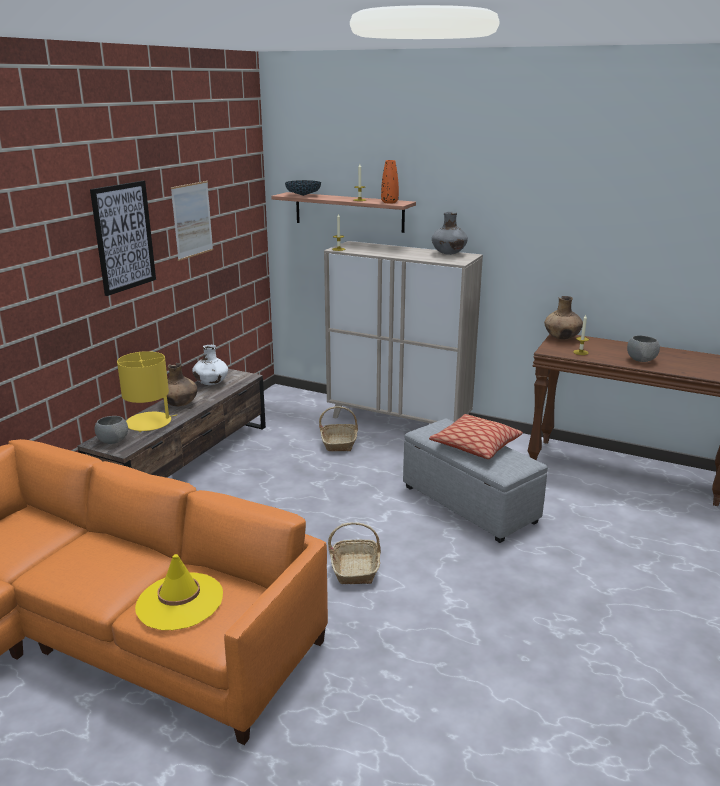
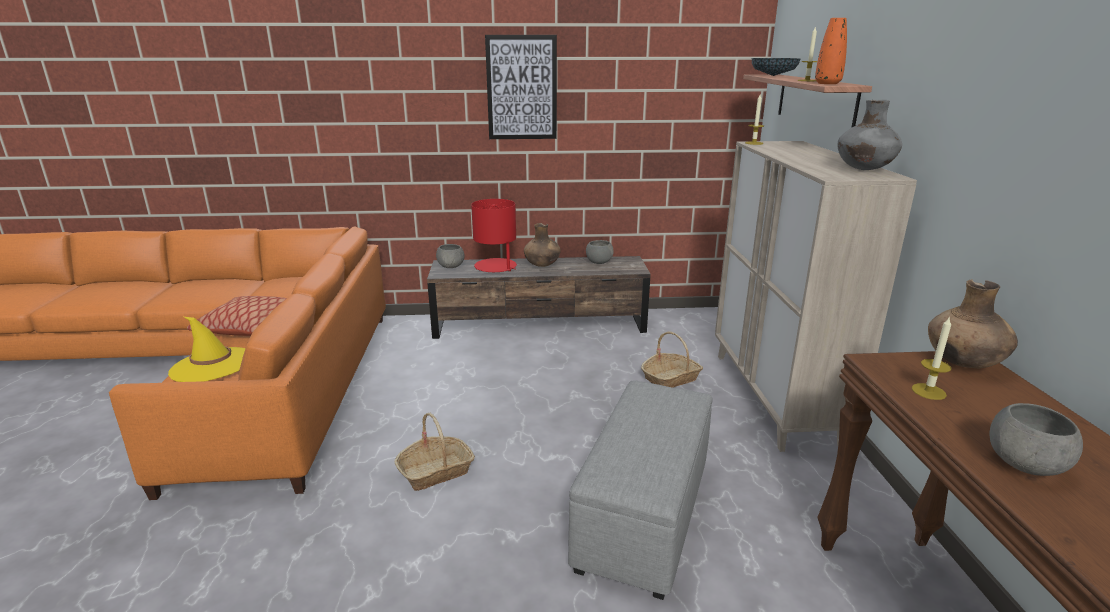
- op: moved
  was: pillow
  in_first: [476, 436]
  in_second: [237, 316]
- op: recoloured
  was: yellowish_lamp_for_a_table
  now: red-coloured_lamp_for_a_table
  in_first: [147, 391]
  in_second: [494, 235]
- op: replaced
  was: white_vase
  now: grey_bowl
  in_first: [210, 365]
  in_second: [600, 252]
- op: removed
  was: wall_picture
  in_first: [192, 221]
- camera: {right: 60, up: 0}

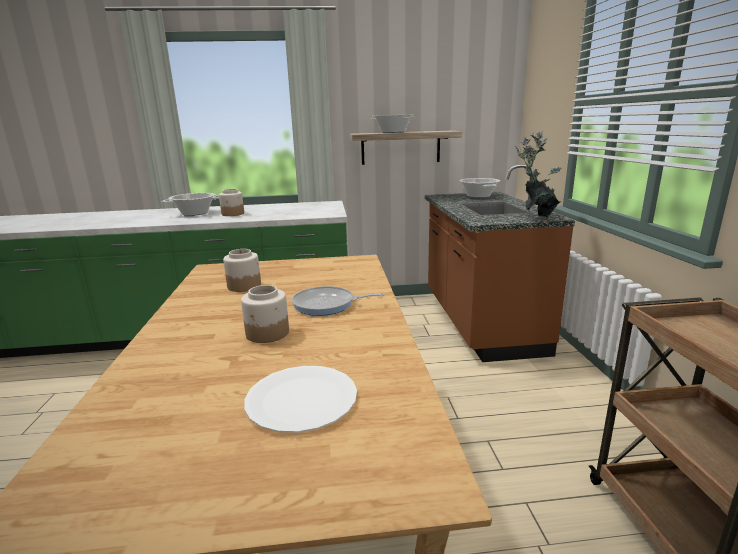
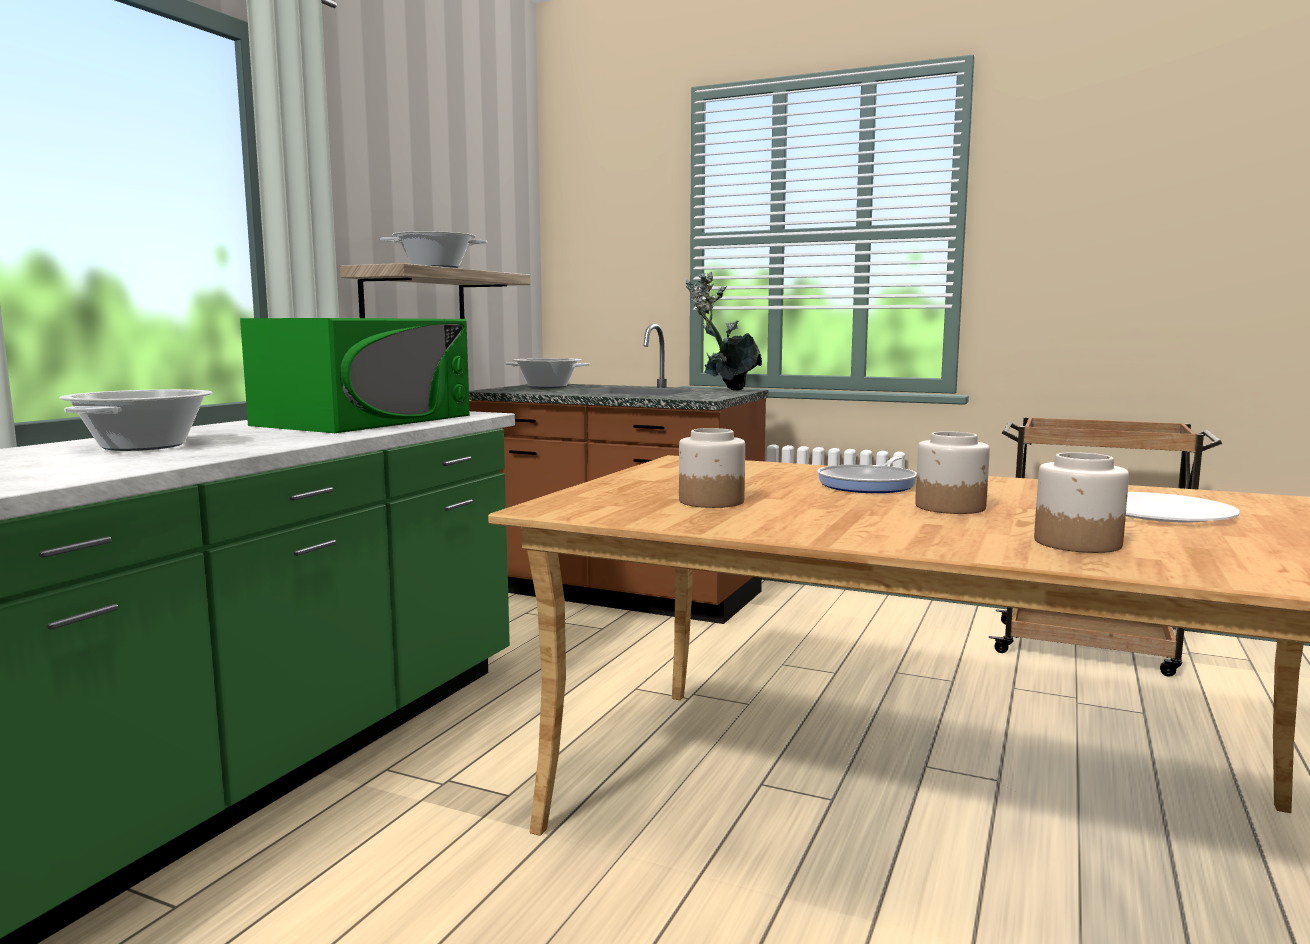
- op: added
  now: green_microwave
  in_second: [355, 375]
- op: moved
  was: jar
  in_first: [231, 202]
  in_second: [1081, 502]
- camera: {right: -60, up: -10}

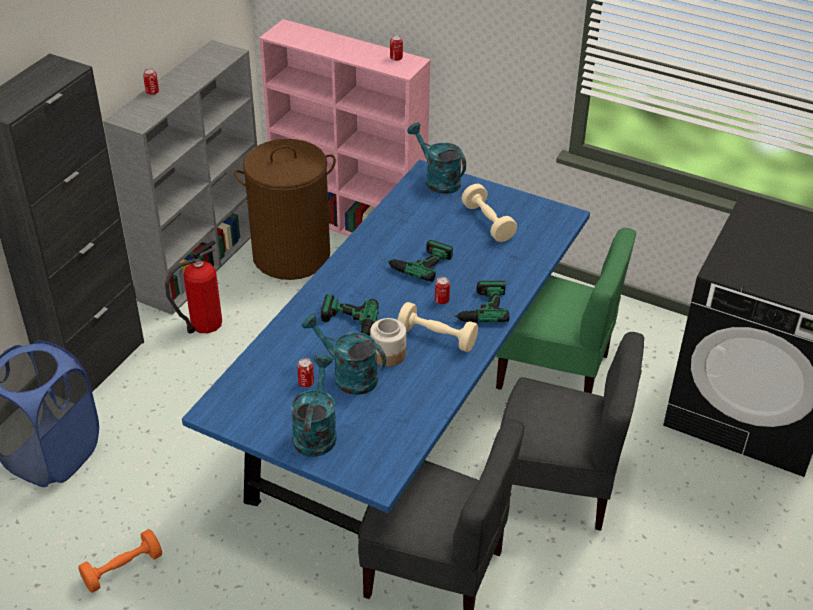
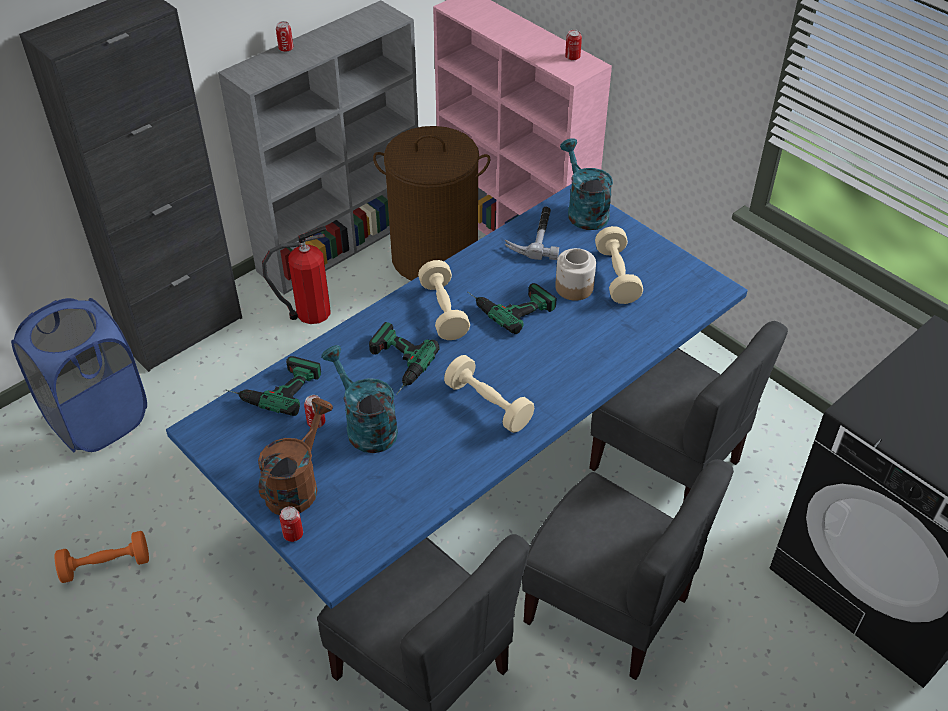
- op: moved
  was: power_drill
  in_first: [477, 302]
  in_second: [273, 386]
- op: recoloured
  was: turquoise_watering_can
  now: brownish_watering_can
  in_first: [314, 405]
  in_second: [295, 456]
- op: moved
  was: metal_can
  in_first: [442, 290]
  in_second: [291, 524]
- op: added
  now: beige_free_weight
  in_second: [444, 300]
- op: added
  now: tool_hammer
  in_second: [531, 233]
- op: moved
  was: jar
  in_first: [388, 342]
  in_second: [575, 274]
- op: recoloured
  was: green_upright_chair
  now: grey_upright_chair
  in_first: [566, 311]
  in_second: [688, 411]
- camera: {right: 20, up: 5}

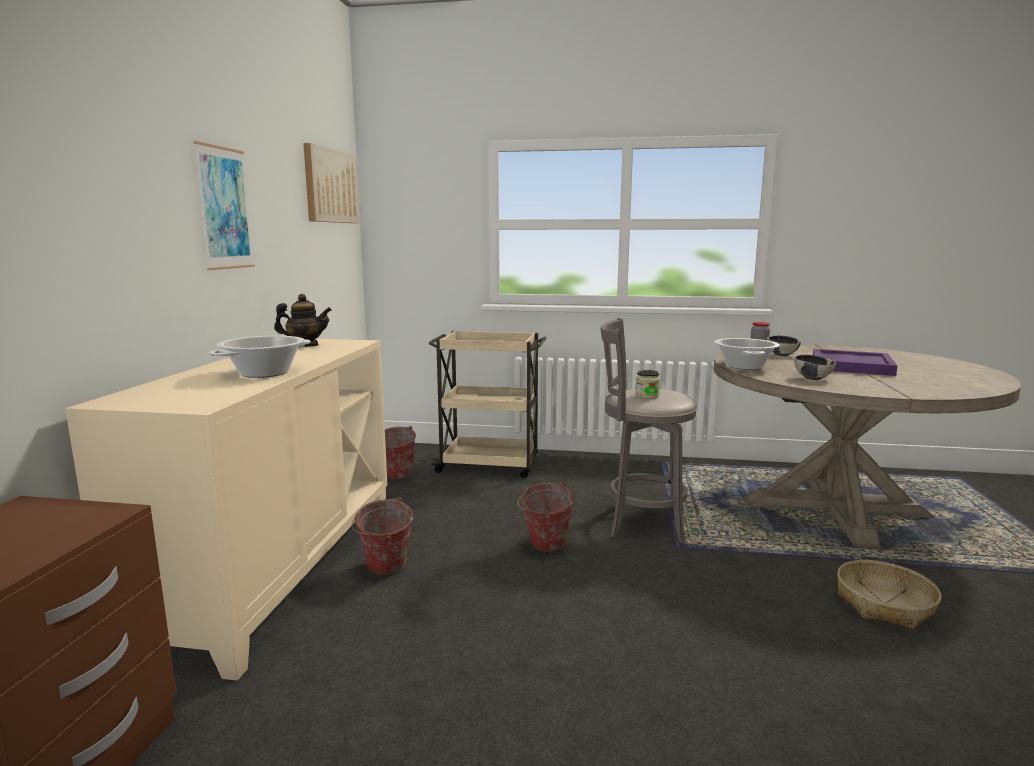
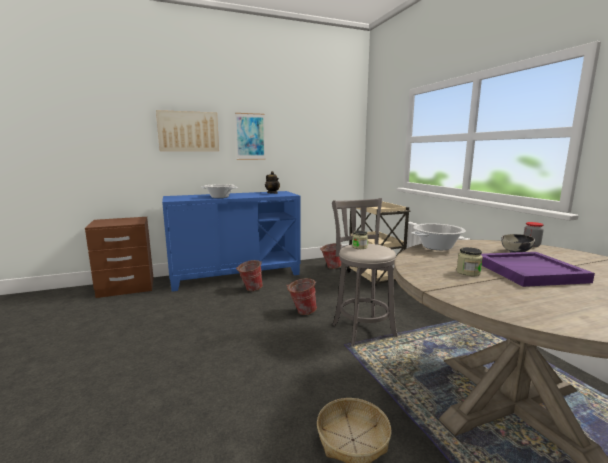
- op: moved
  was: wall_picture
  in_first: [331, 183]
  in_second: [187, 130]
- op: recoloured
  was: beige_cupboard
  now: blue-coloured_cupboard
  in_first: [226, 510]
  in_second: [231, 241]
- op: added
  now: jar
  in_second: [469, 261]
- op: removed
  was: bowl
  in_first: [815, 367]
- camera: {right: 60, up: 0}

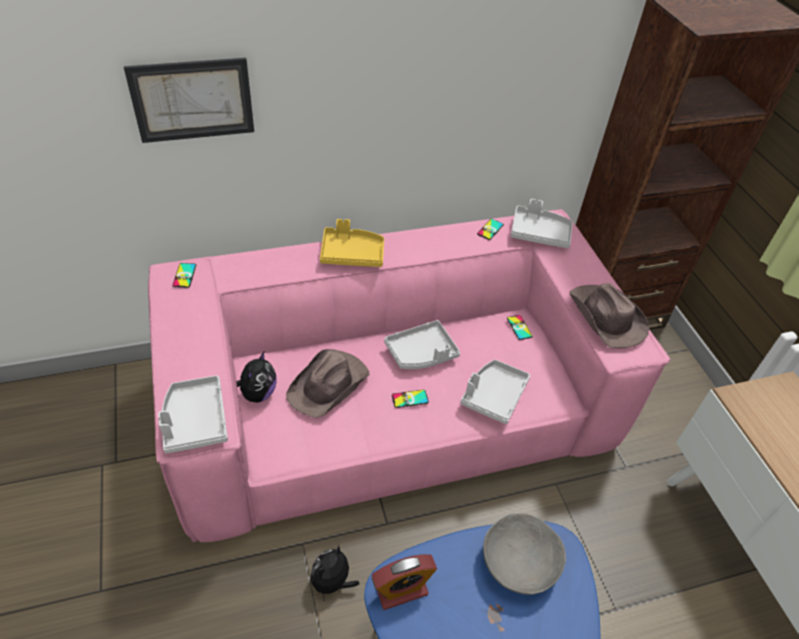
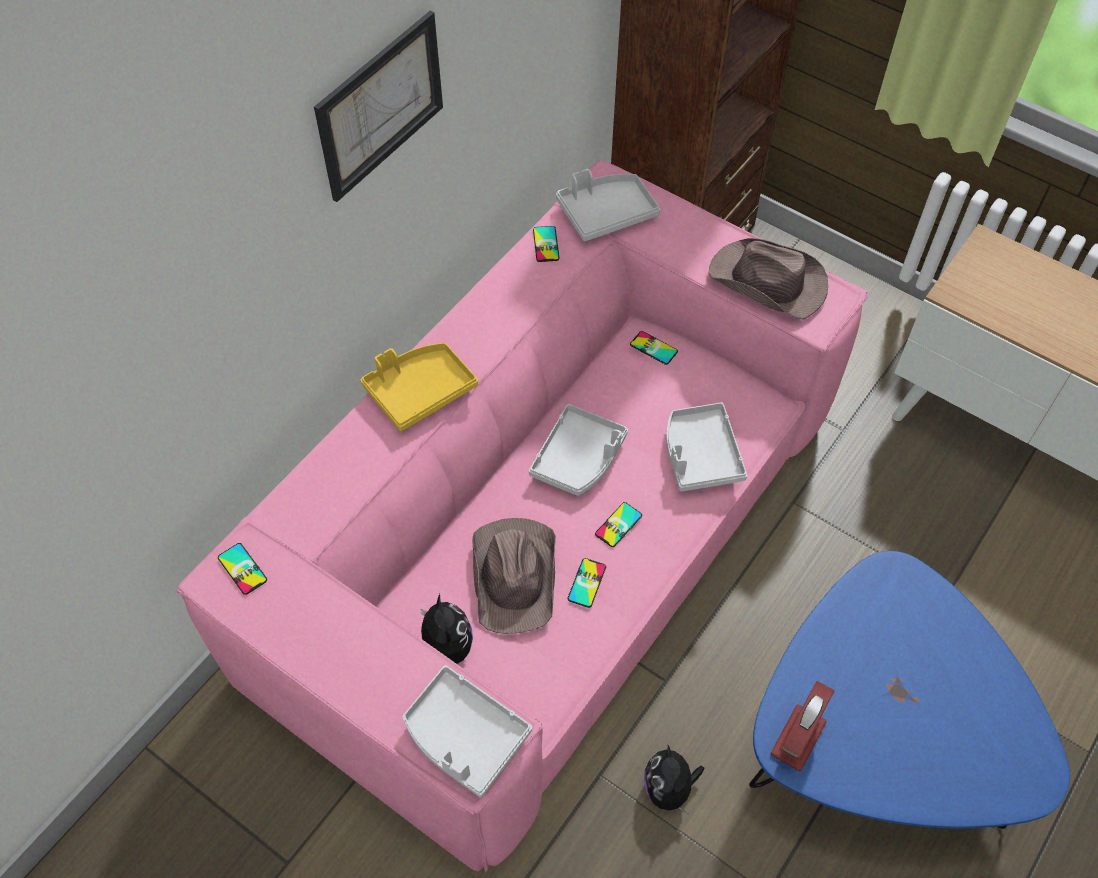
- op: moved
  was: wall_picture
  in_first: [189, 100]
  in_second: [378, 106]
- op: added
  now: phone
  in_second: [586, 583]
- op: removed
  was: grey_bowl
  in_first: [524, 554]
- camera: {right: -35, up: 10}

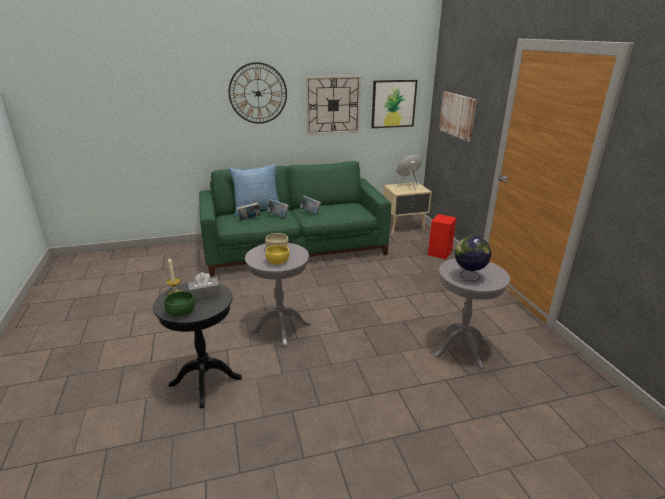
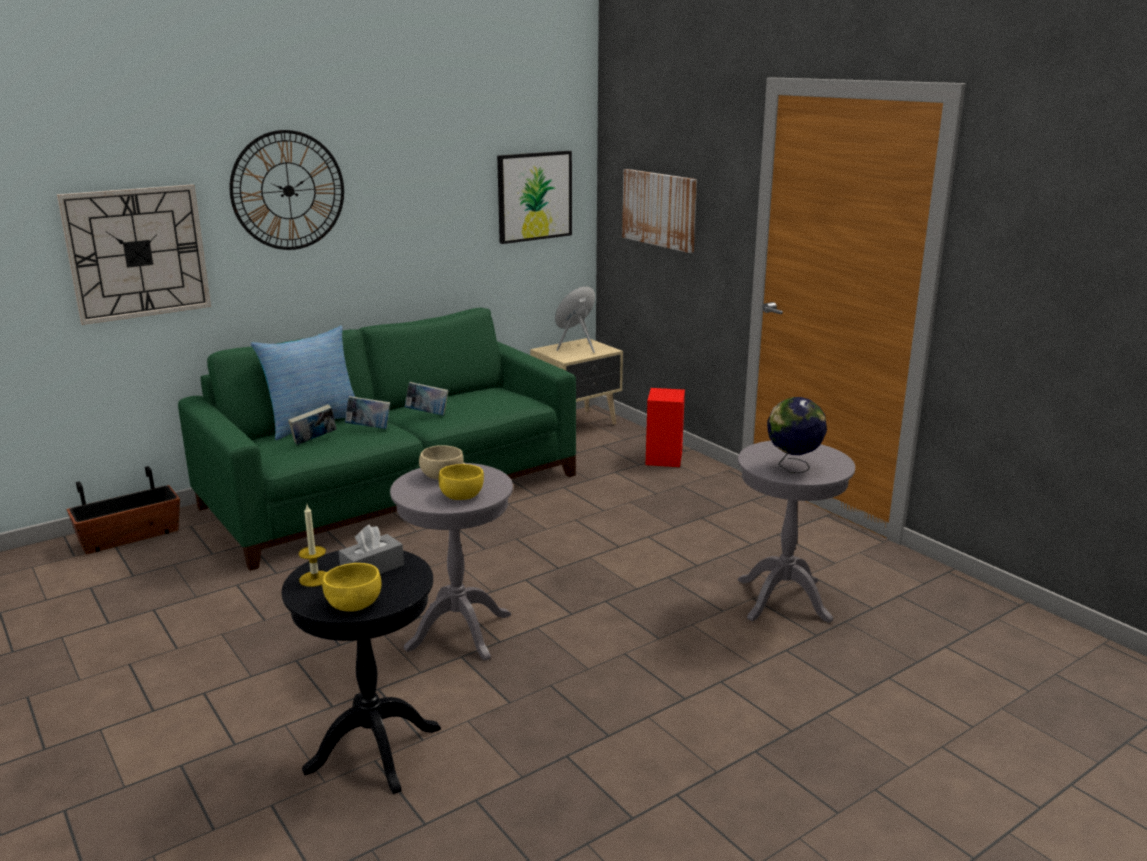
- op: moved
  was: hanging_clock
  in_first: [333, 105]
  in_second: [134, 254]
- op: added
  now: flower_pot
  in_second: [123, 510]
- op: recoloured
  was: green_bowl
  now: yellowish_bowl
  in_first: [179, 304]
  in_second: [351, 587]
- camera: {right: -20, up: -5}

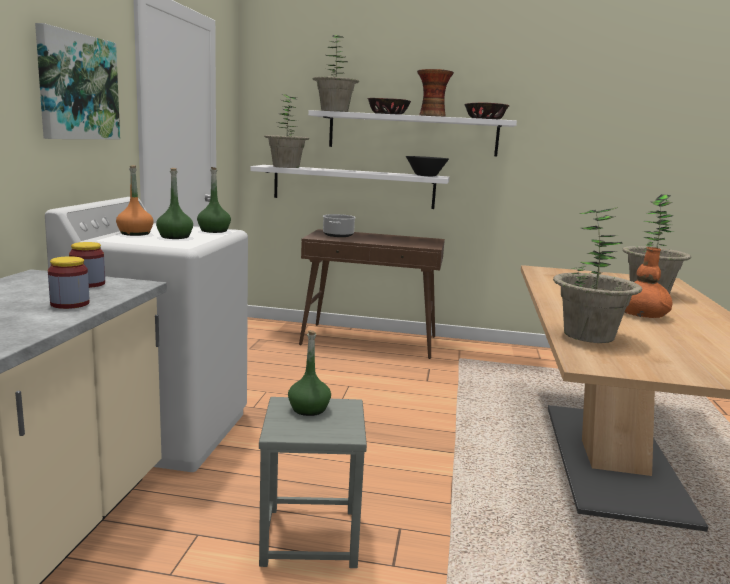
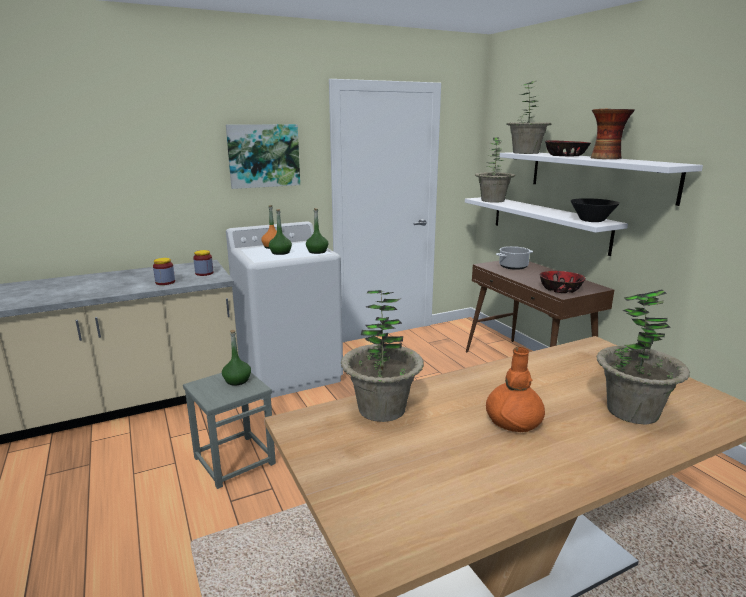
- op: moved
  was: bowl
  in_first: [487, 111]
  in_second: [562, 282]
- camera: {right: 55, up: 5}

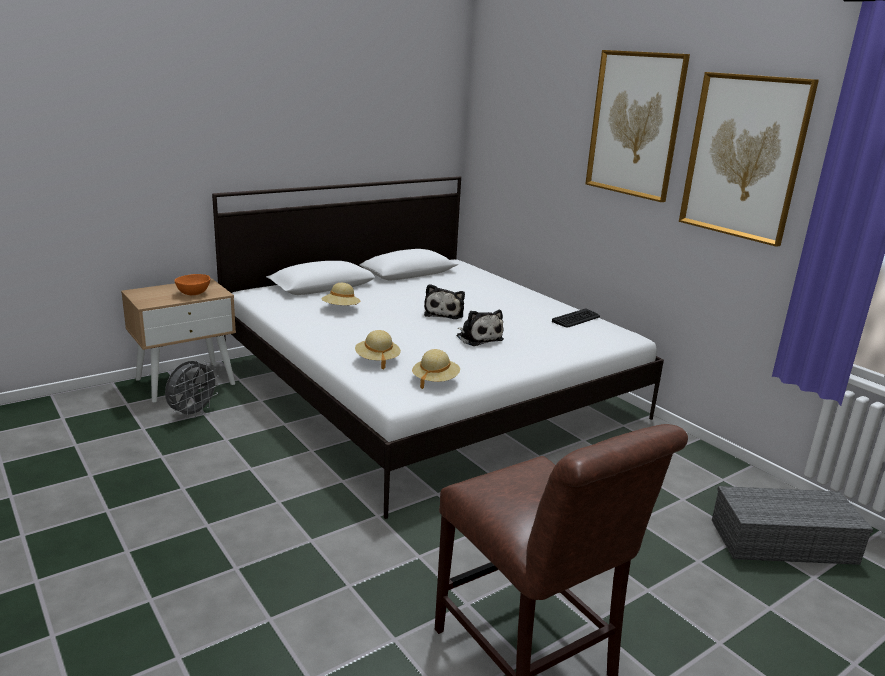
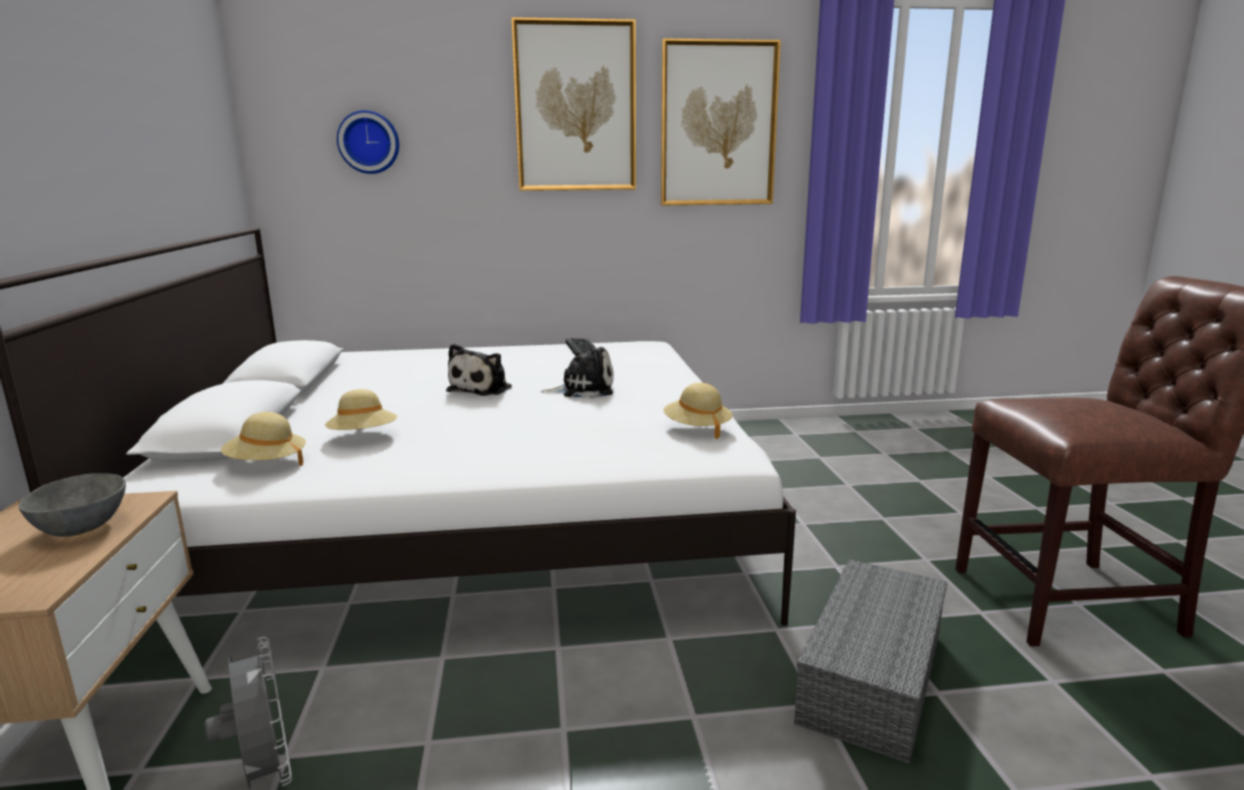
- op: recoloured
  was: orange_bowl
  now: grey_bowl
  in_first: [192, 284]
  in_second: [72, 505]
- op: moved
  was: beige_wearable_hat
  in_first: [378, 349]
  in_second: [263, 439]
- op: added
  now: hanging_clock
  in_second: [368, 142]
- op: turned
  was: plush_toy
  in_first: [444, 301]
  in_second: [479, 370]
  clockwise: 75
- op: moved
  was: grey_storage_box
  in_first: [793, 525]
  in_second: [870, 661]
- camera: {right: -60, up: -5}

